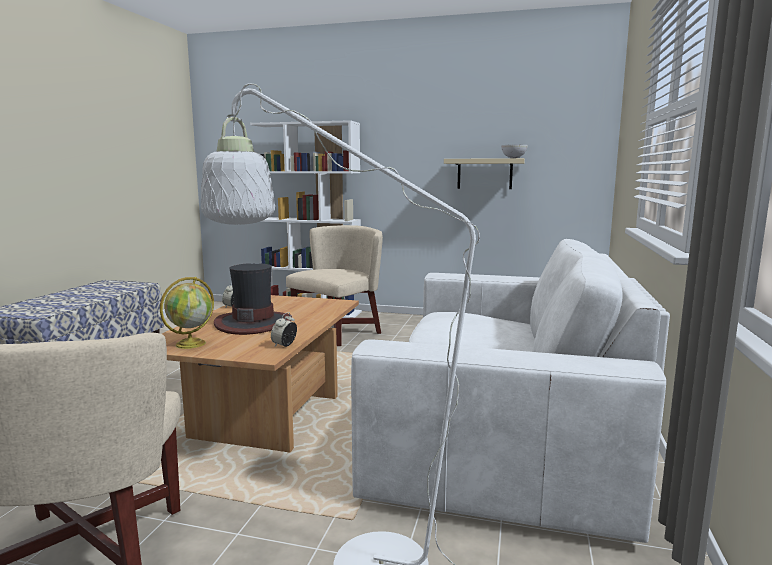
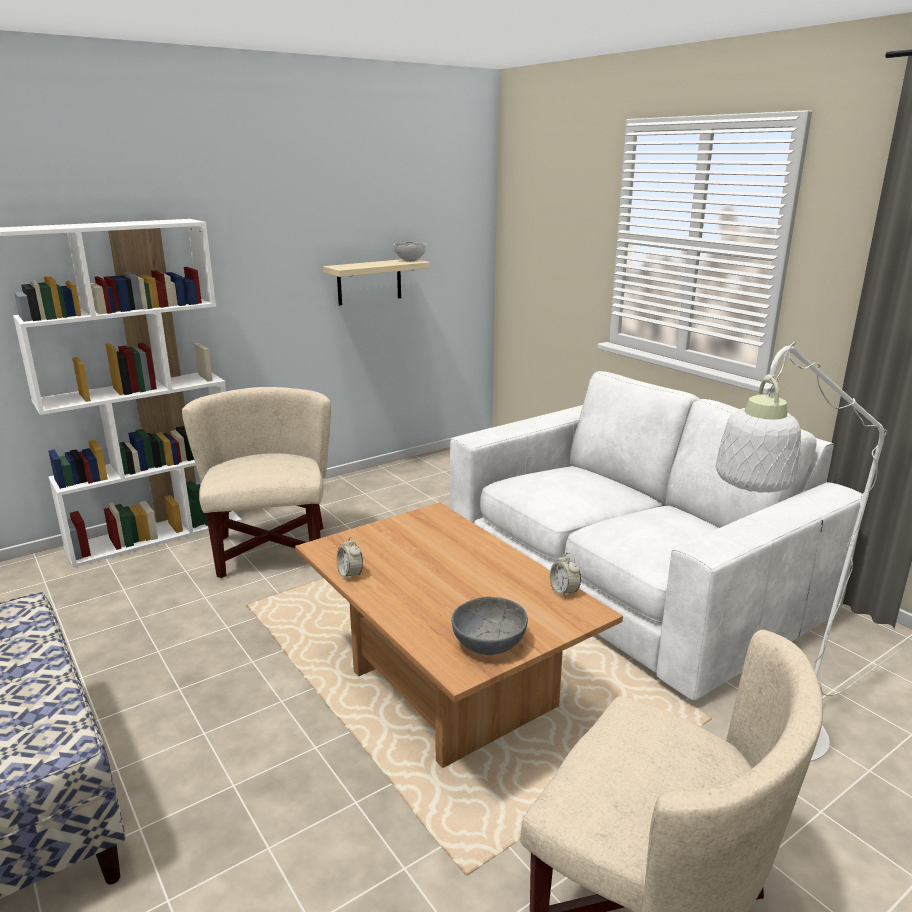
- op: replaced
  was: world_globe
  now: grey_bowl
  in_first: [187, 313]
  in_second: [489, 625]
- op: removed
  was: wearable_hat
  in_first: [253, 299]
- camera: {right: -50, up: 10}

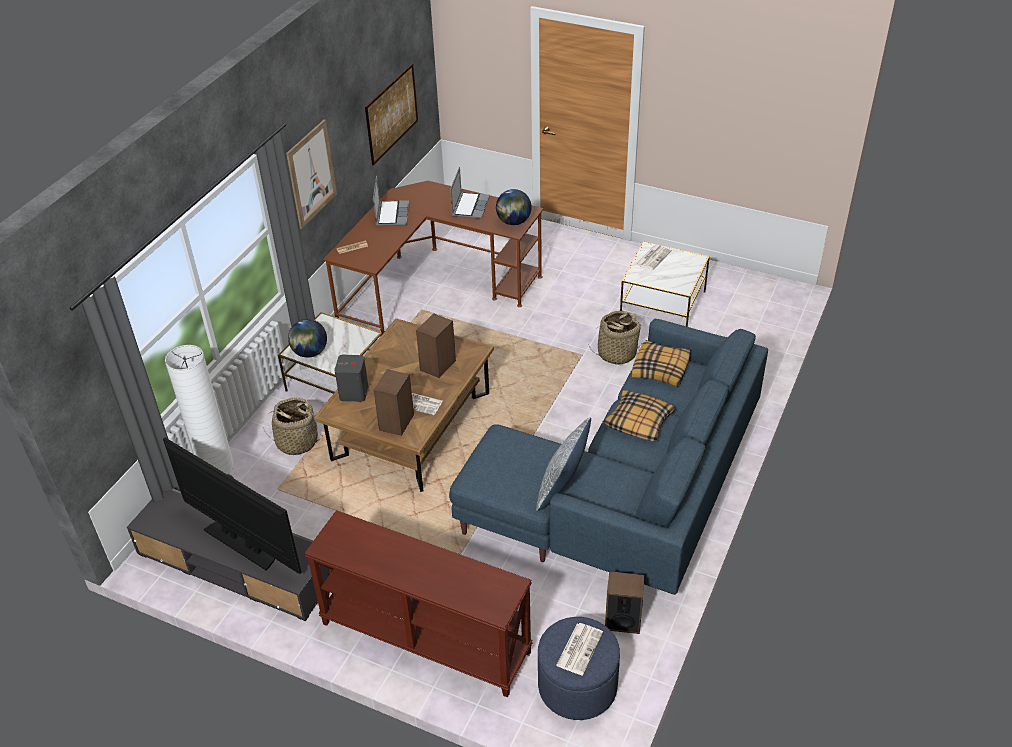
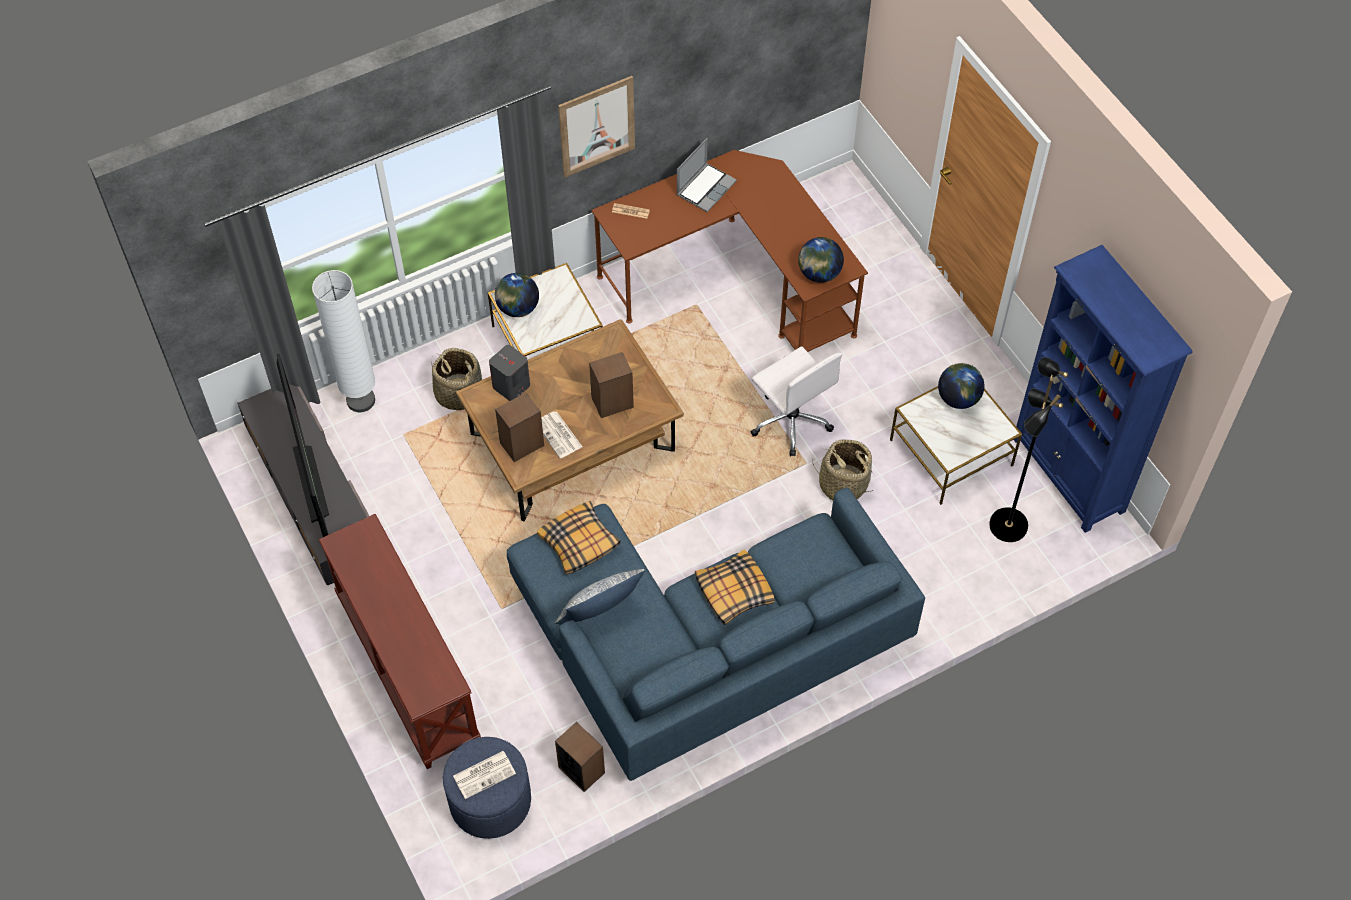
- op: moved
  was: pillow
  in_first: [661, 363]
  in_second: [579, 537]
- op: added
  now: white_desk_chair
  in_second: [796, 401]
- op: replaced
  was: newspaper
  now: world_globe
  in_first: [653, 257]
  in_second: [961, 386]
- op: added
  now: blackish_floor_lamp
  in_second: [1028, 449]
- op: added
  now: blue-coloured_bookcase
  in_second: [1103, 389]
- op: removed
  was: wall_picture
  in_first: [391, 114]
- op: removed
  was: portable_computer
  in_first: [470, 193]
- camera: {right: 35, up: 15}

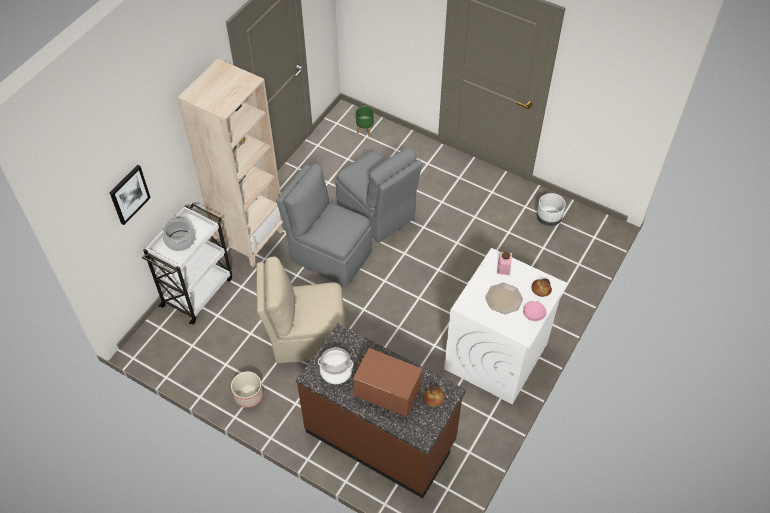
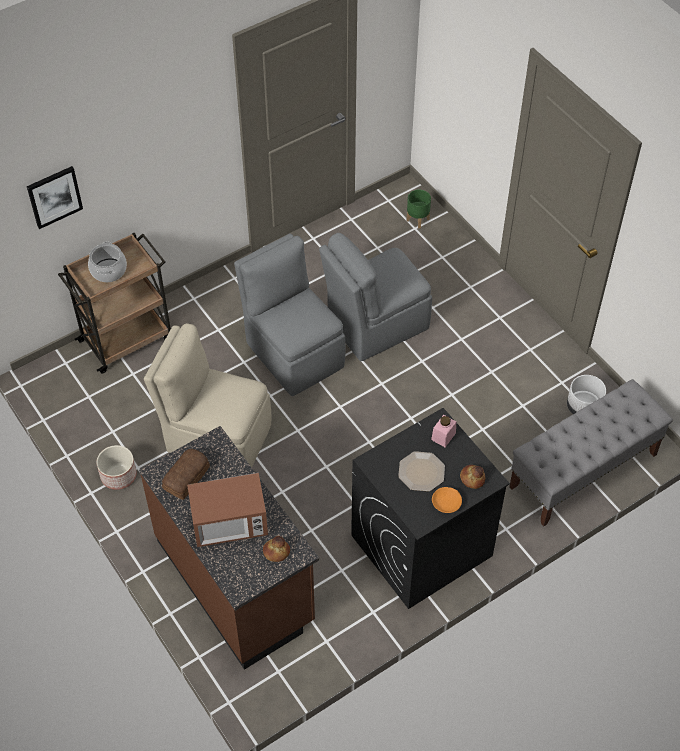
- op: recoloured
  was: white_wheeled_cart
  now: brownish_wheeled_cart
  in_first: [187, 264]
  in_second: [114, 303]
- op: replaced
  was: cooking_pot
  now: bread
  in_first: [335, 365]
  in_second: [186, 474]
- op: turned
  was: microwave
  in_first: [388, 382]
  in_second: [227, 510]
  clockwise: 120
- op: turned
  was: grey_upright_chair
  in_first: [379, 195]
  in_second: [375, 297]
  clockwise: 75
- op: recoloured
  was: white_laundry_appliance
  now: blackish_laundry_appliance
  in_first: [505, 326]
  in_second: [430, 508]
- op: recoloured
  was: pinkish_bowl
  now: orange_bowl
  in_first: [535, 311]
  in_second: [447, 500]
- op: added
  now: grey_indoor_bench
  in_second: [591, 452]
- op: removed
  was: beige_bookcase
  in_first: [230, 163]
- camera: {right: 25, up: 0}

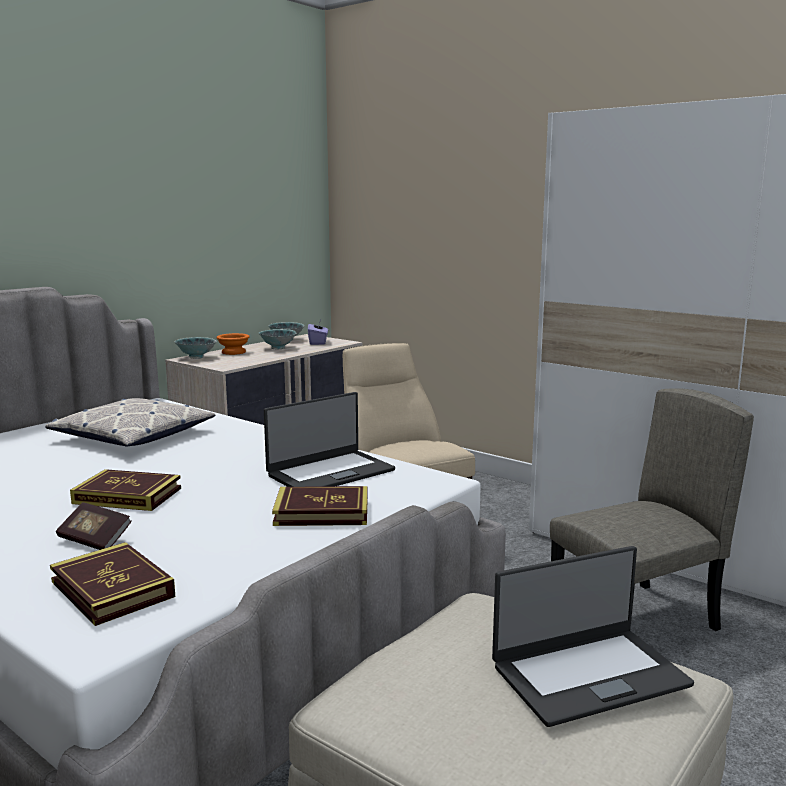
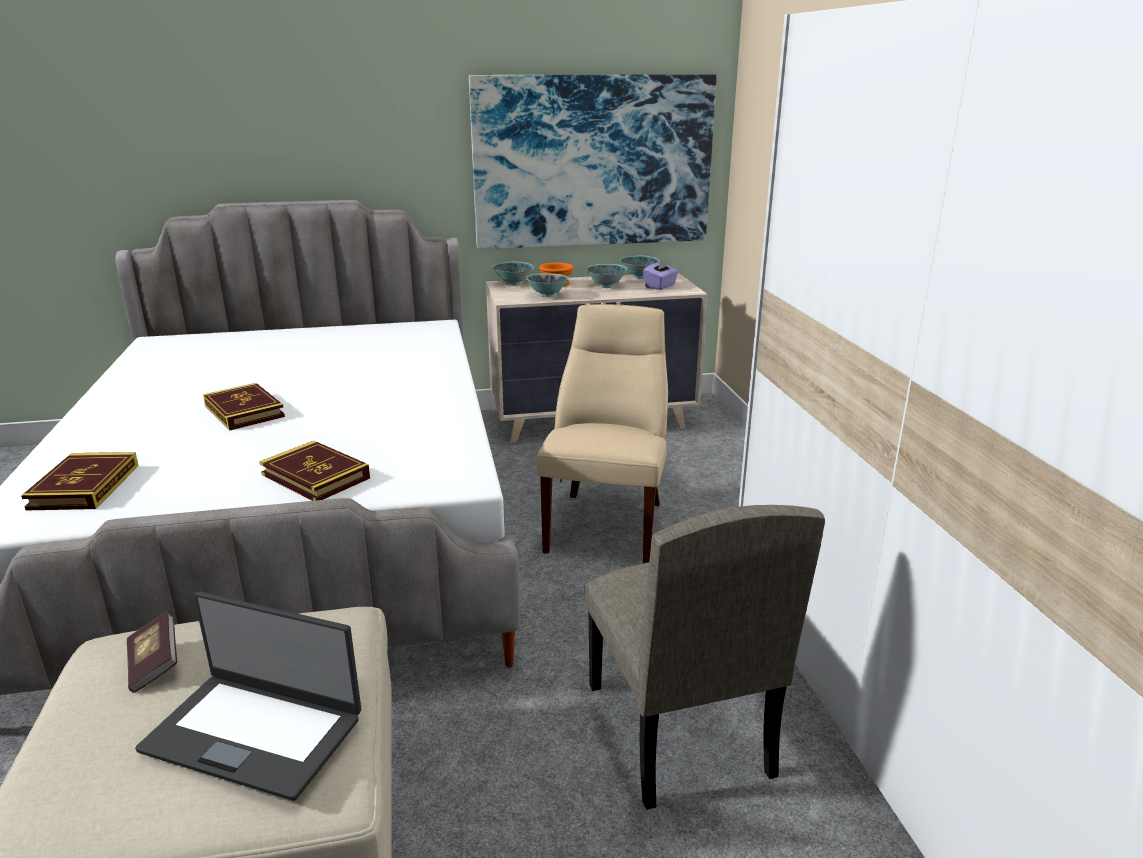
- op: moved
  was: book
  in_first: [94, 526]
  in_second: [152, 652]
- op: added
  now: wall_picture
  in_second: [593, 161]
- op: added
  now: bowl
  in_second: [547, 285]
- op: turned
  was: beige_upright_chair
  in_first: [652, 509]
  in_second: [704, 657]
  clockwise: 60
- op: removed
  was: pillow
  in_first: [130, 422]
- op: removed
  was: portable_computer
  in_first: [329, 439]
- camera: {right: 40, up: 10}

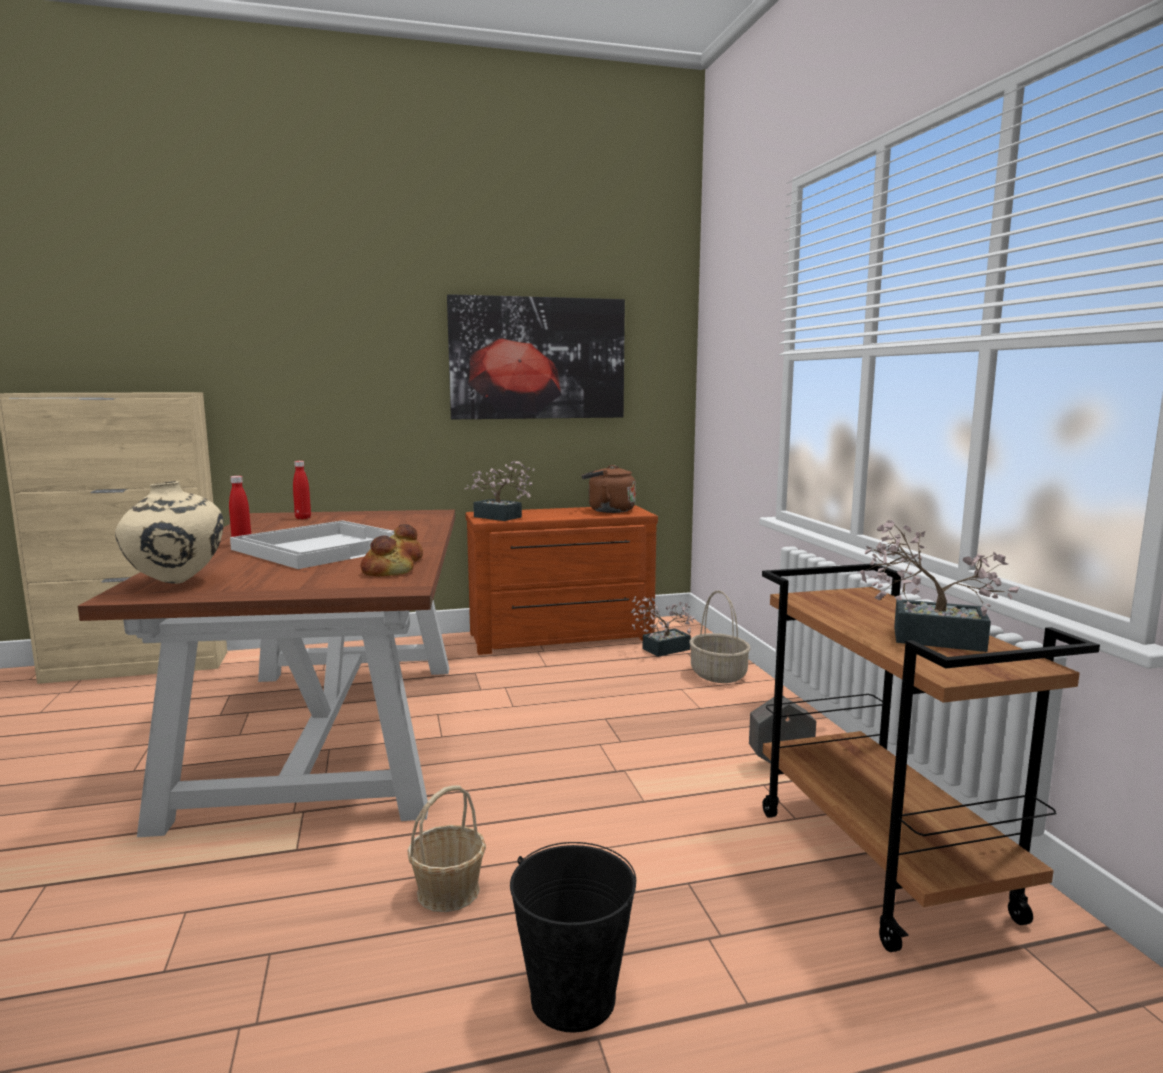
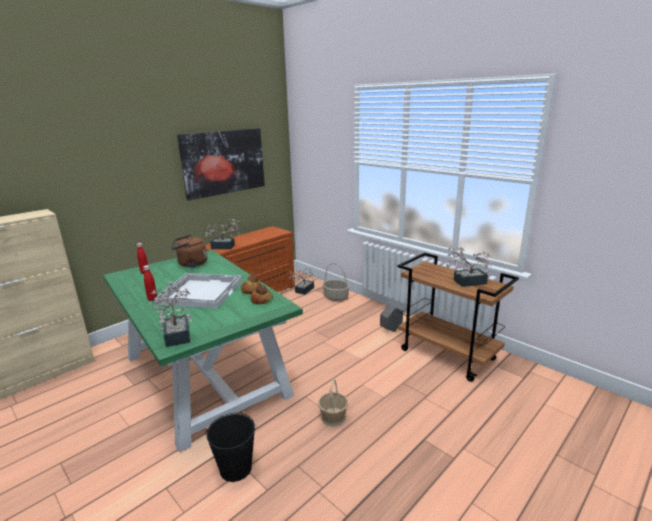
- op: recoloured
  was: brownish_dinner_table
  now: green_dinner_table
  in_first: [266, 673]
  in_second: [203, 351]
- op: replaced
  was: beige_vase
  now: potted_plant
  in_first: [169, 532]
  in_second: [171, 314]
- op: moved
  was: brownish_tea_kettle
  in_first: [609, 489]
  in_second: [189, 251]
- op: moved
  was: blackish_bucket
  in_first: [573, 937]
  in_second: [231, 447]
- camera: {right: -30, up: 10}

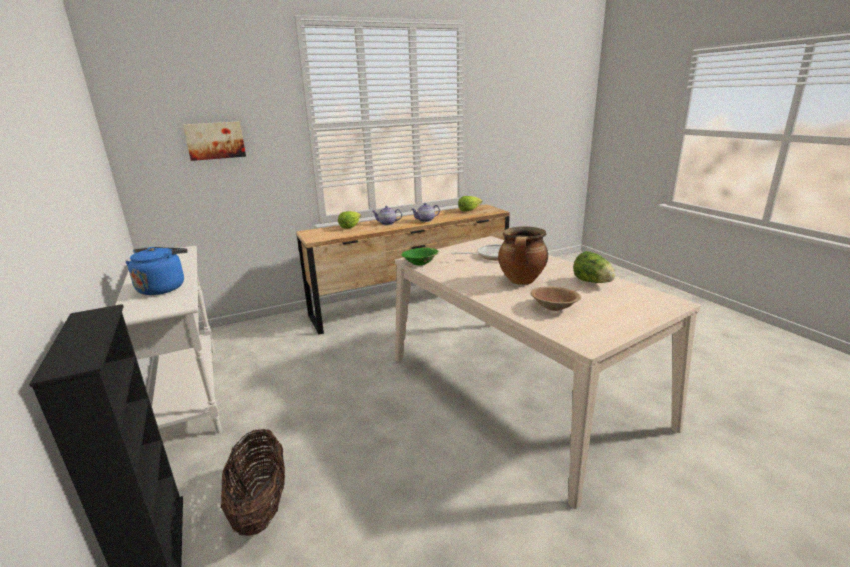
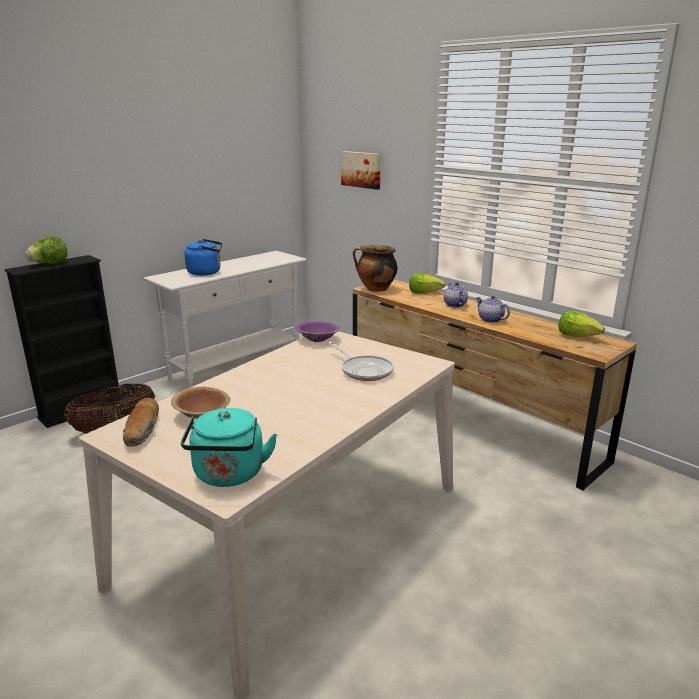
- op: moved
  was: lettuce_head
  in_first: [594, 267]
  in_second: [46, 250]
- op: added
  now: bread
  in_second: [141, 422]
- op: added
  now: turquoise_tea_kettle
  in_second: [229, 447]
- op: recoloured
  was: green_bowl
  now: purple-coloured_bowl
  in_first: [420, 257]
  in_second: [318, 331]
- op: moved
  was: cooking_pot
  in_first: [523, 255]
  in_second: [375, 268]
- camera: {right: 70, up: 0}

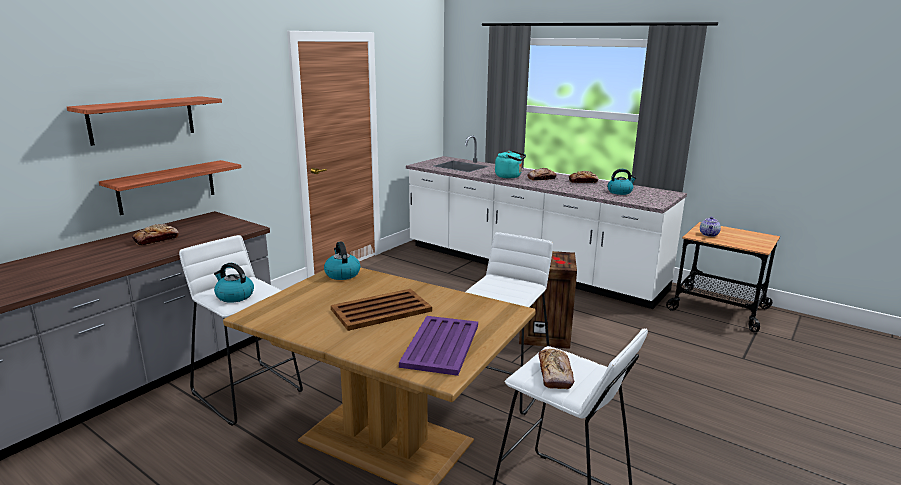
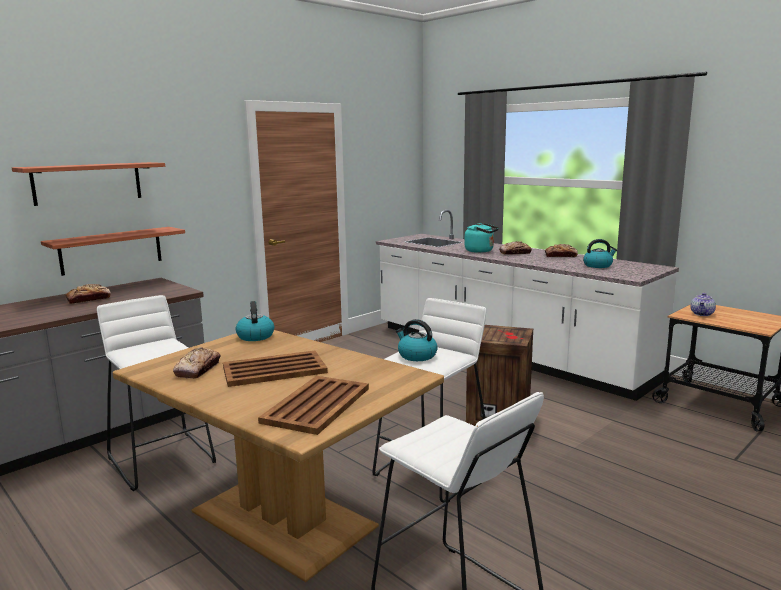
- op: moved
  was: bread
  in_first: [556, 369]
  in_second: [197, 363]
- op: recoloured
  was: purple-coloured_serving_tray
  now: brownish_serving_tray
  in_first: [438, 346]
  in_second: [313, 405]
- op: moved
  was: tea_kettle
  in_first: [234, 283]
  in_second: [417, 340]
- camera: {right: 10, up: -5}

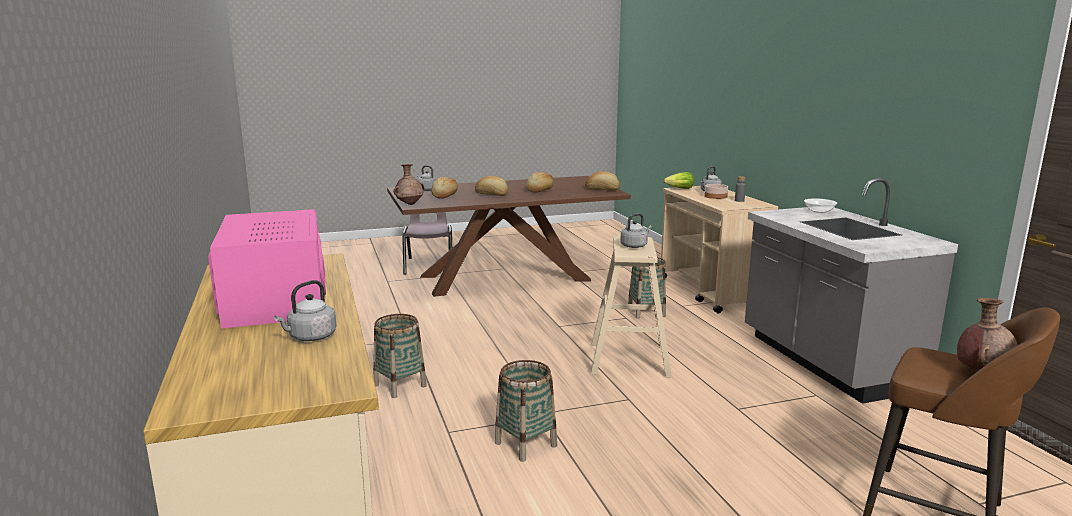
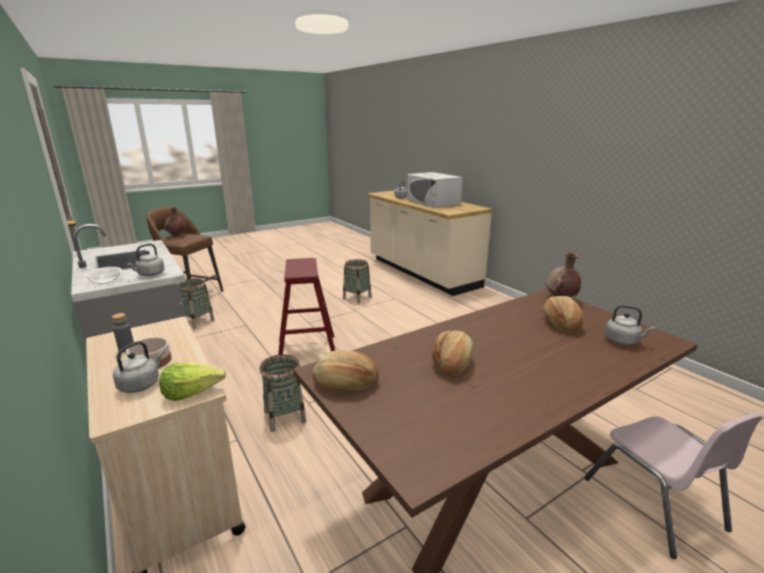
- op: moved
  was: grey_tea_kettle
  in_first: [636, 230]
  in_second: [146, 260]
- op: moved
  was: basket
  in_first: [400, 356]
  in_second: [197, 303]
- op: recoloured
  was: beige_sitting_stool
  now: red-coloured_sitting_stool
  in_first: [631, 306]
  in_second: [306, 306]
- op: recoloured
  was: pinkish_microwave
  now: white_microwave
  in_first: [267, 269]
  in_second: [434, 190]
- op: removed
  was: bread
  in_first: [491, 186]
- camera: {right: 165, up: 5}

